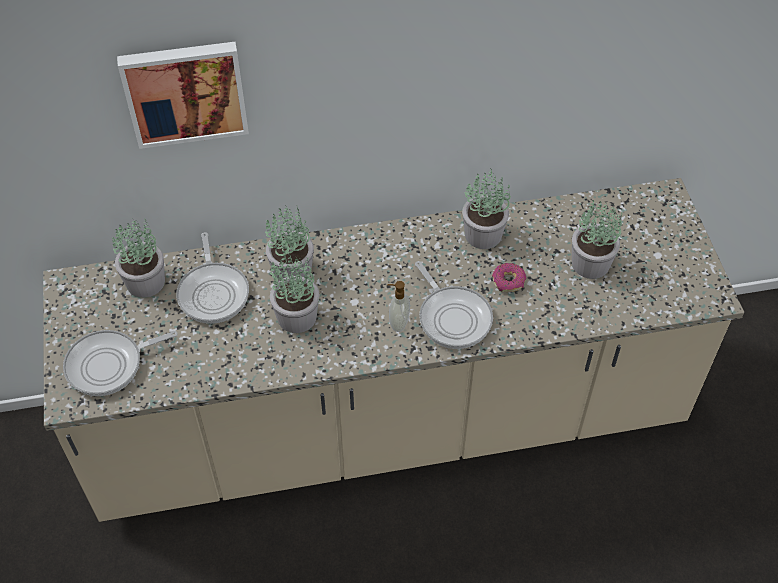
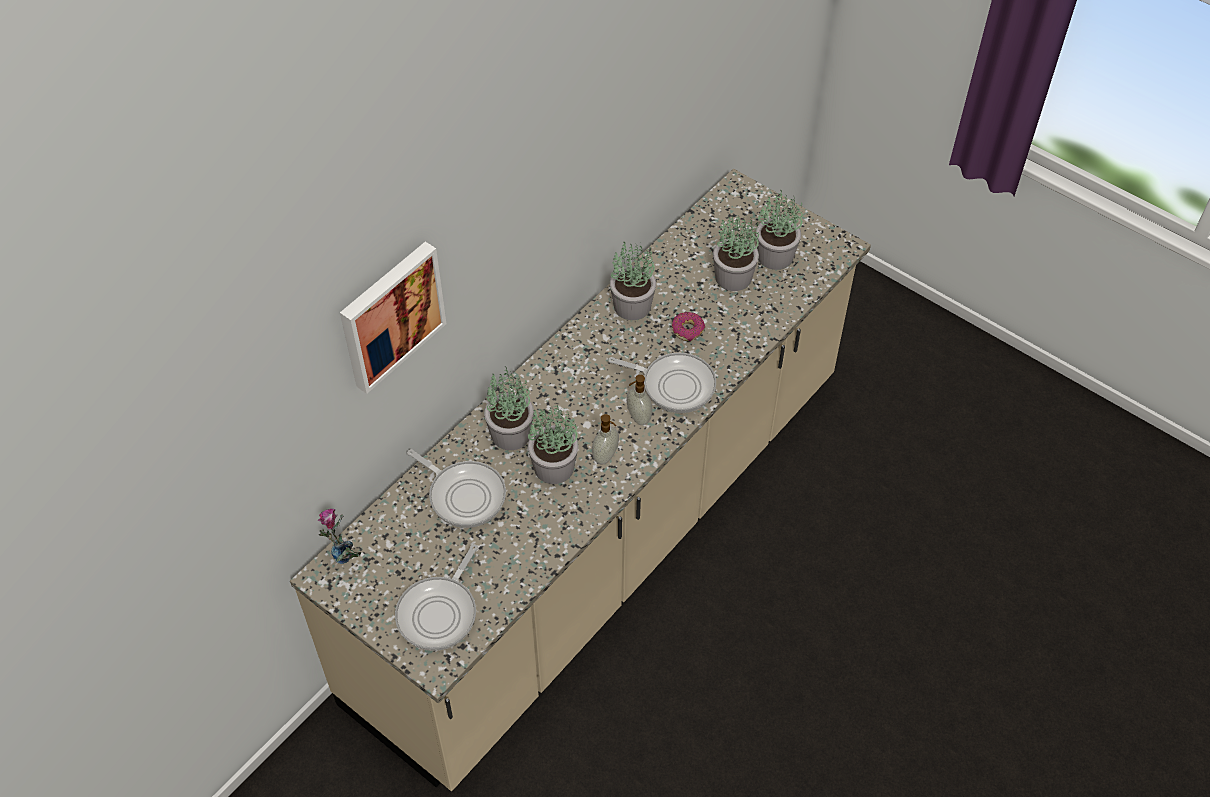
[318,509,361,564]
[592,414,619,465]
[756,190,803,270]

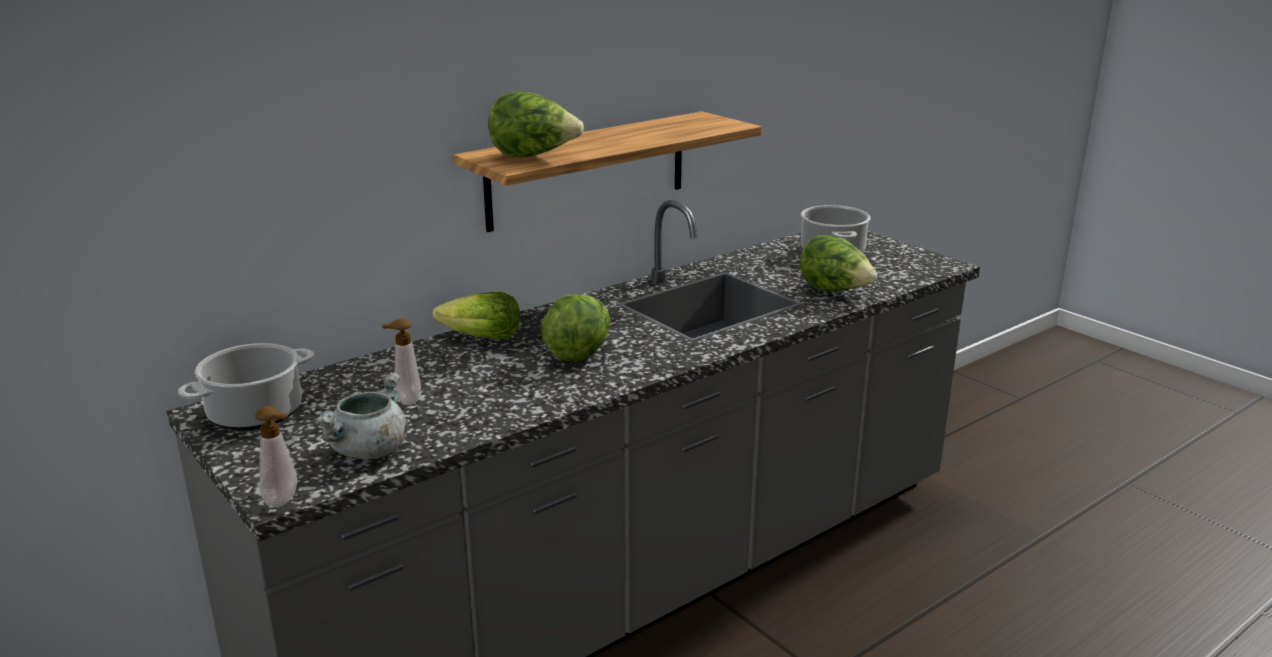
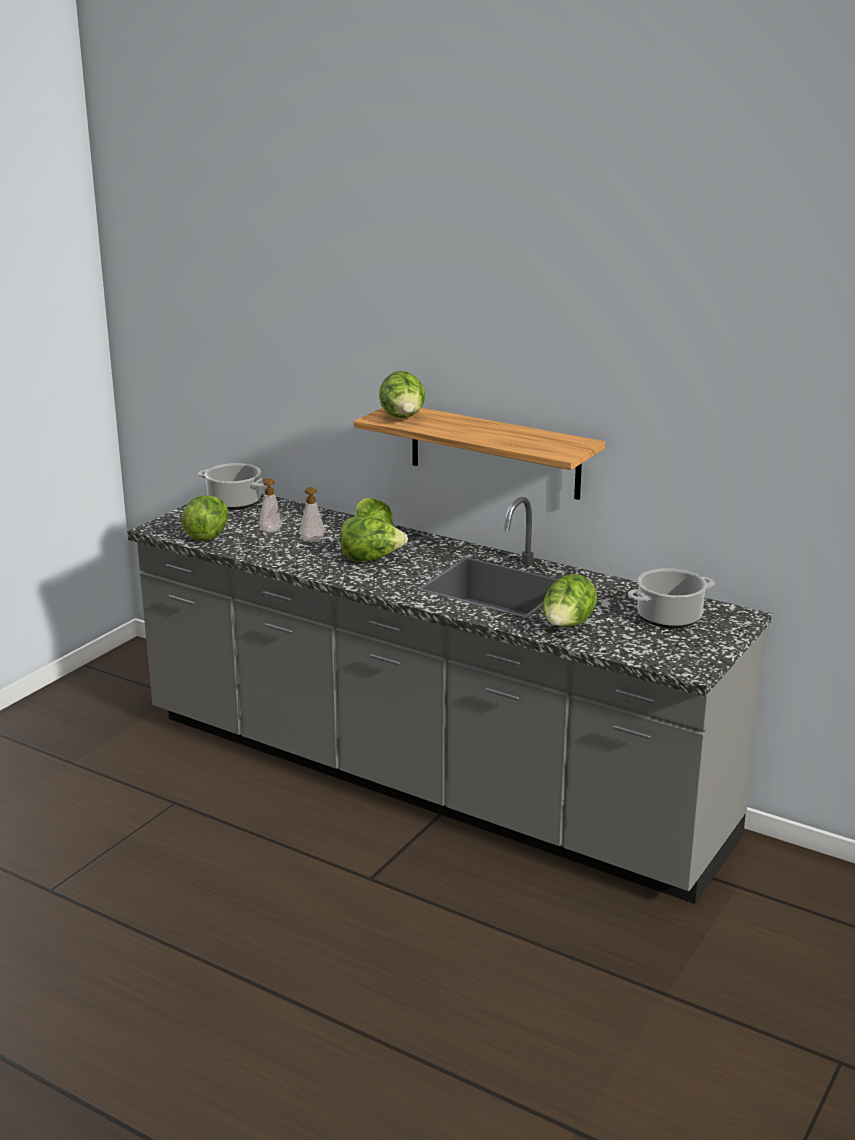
[300,487,325,542]
[181,495,229,541]

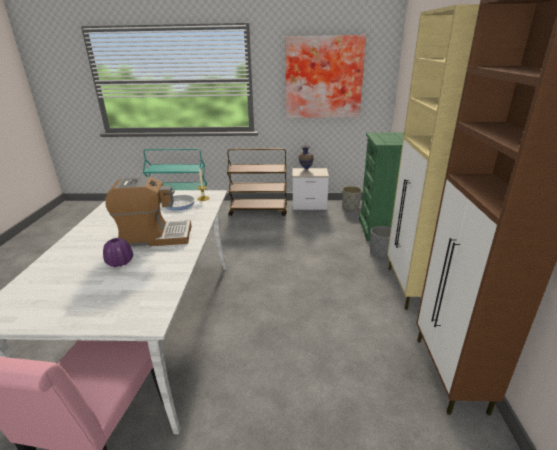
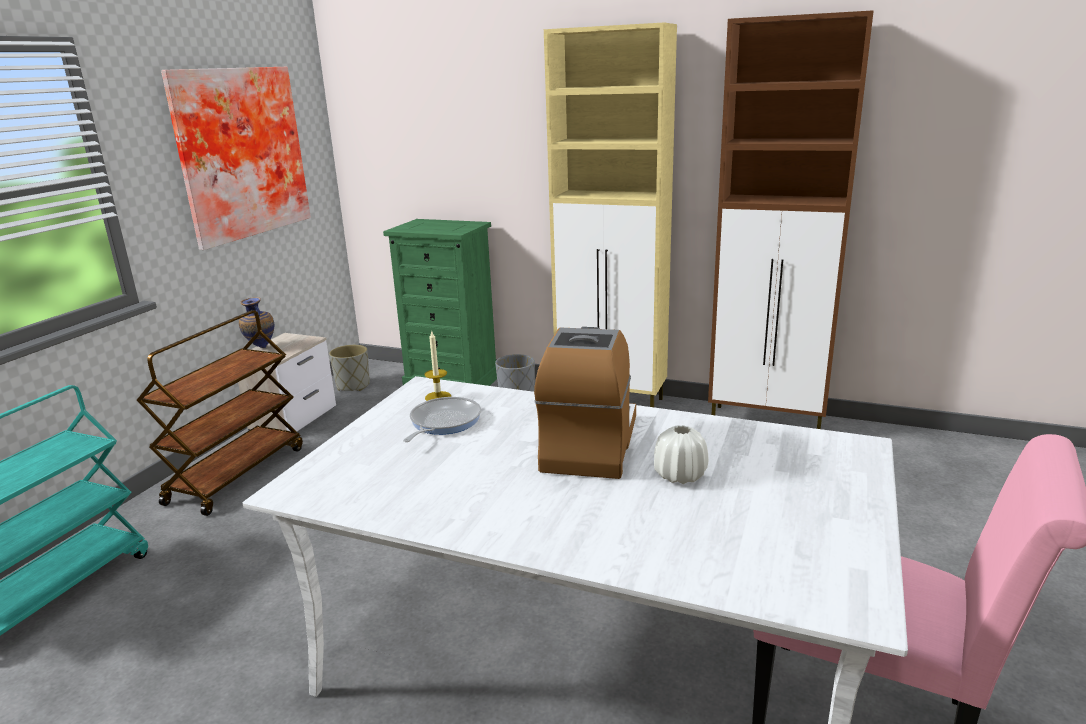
[654,425,709,484]

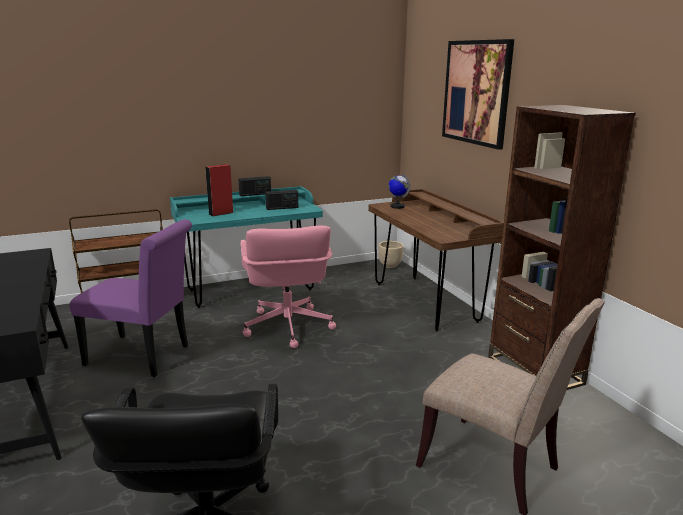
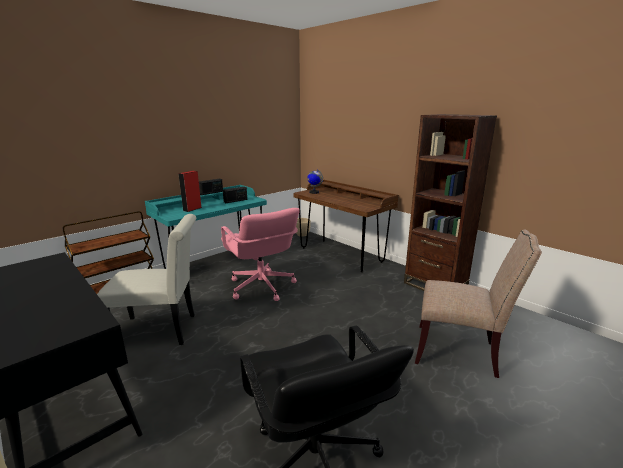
[442,39,514,150] (first image)
[97,214,196,345]

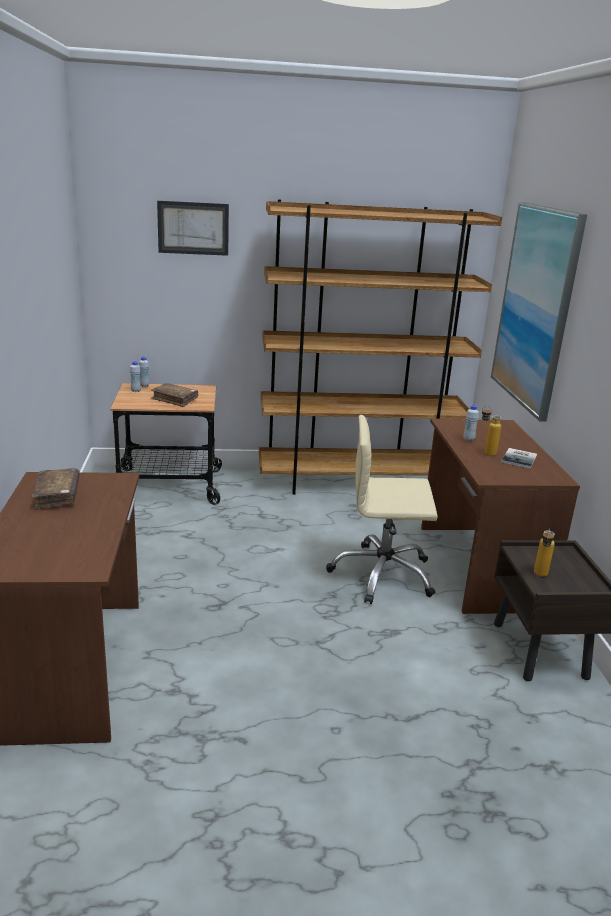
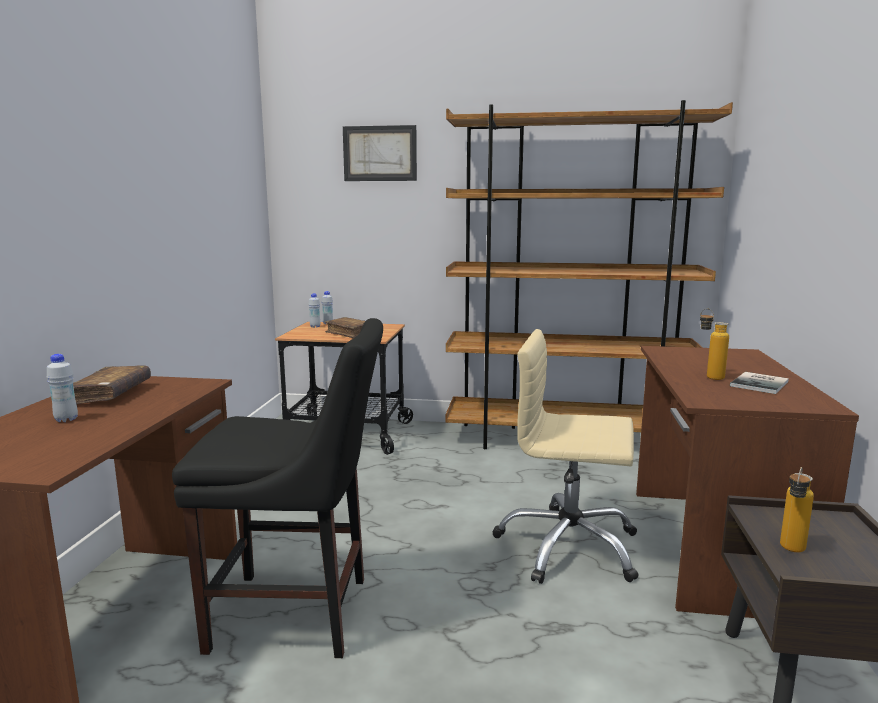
[491,202,587,422] (first image)
[172,318,383,658]
[47,354,78,422]

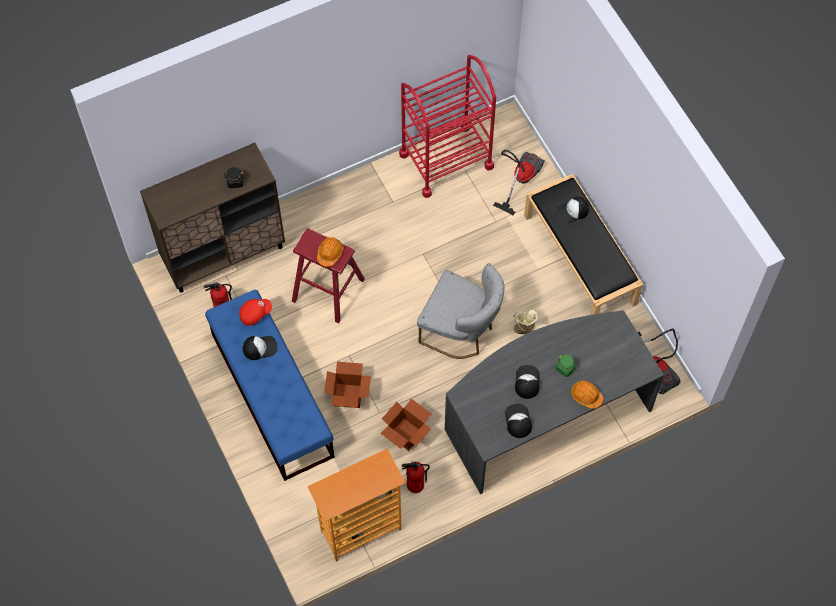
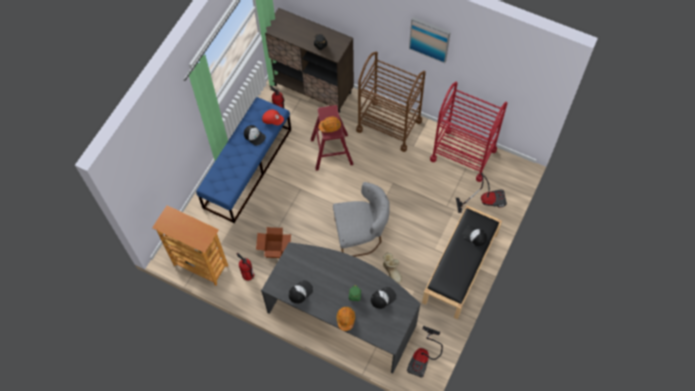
[324,362,371,408] (first image)
[356,51,426,152]
[409,17,451,63]
[371,287,396,309]
[333,182,390,257]

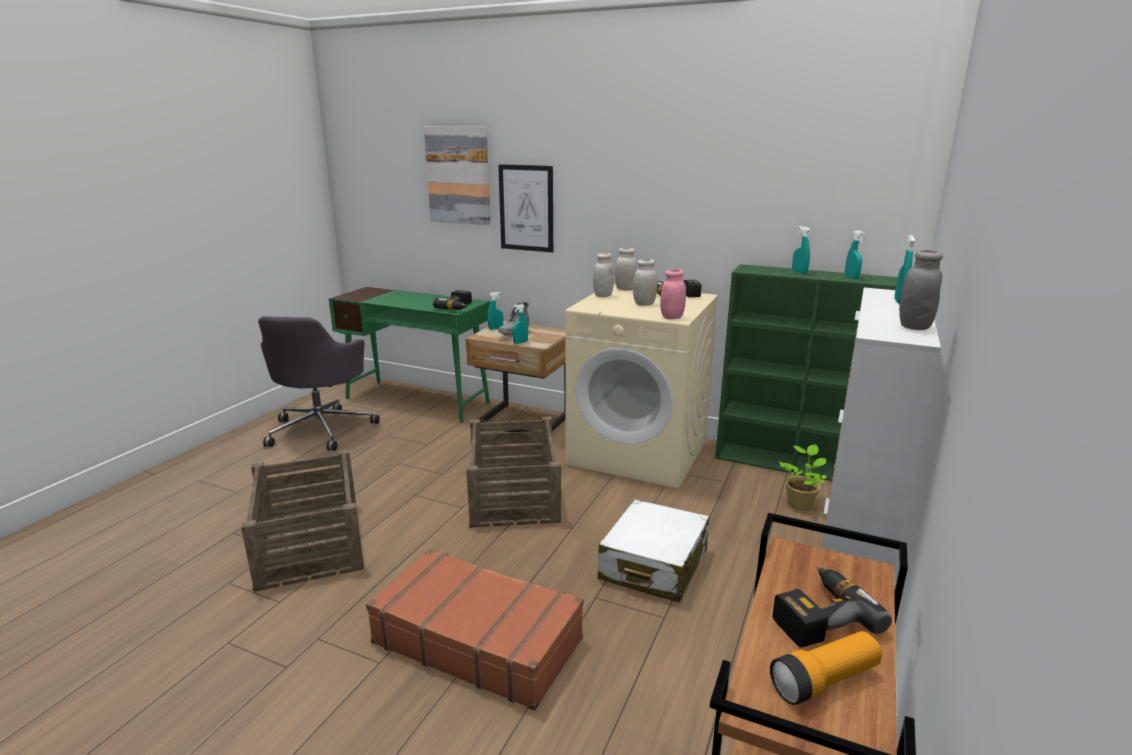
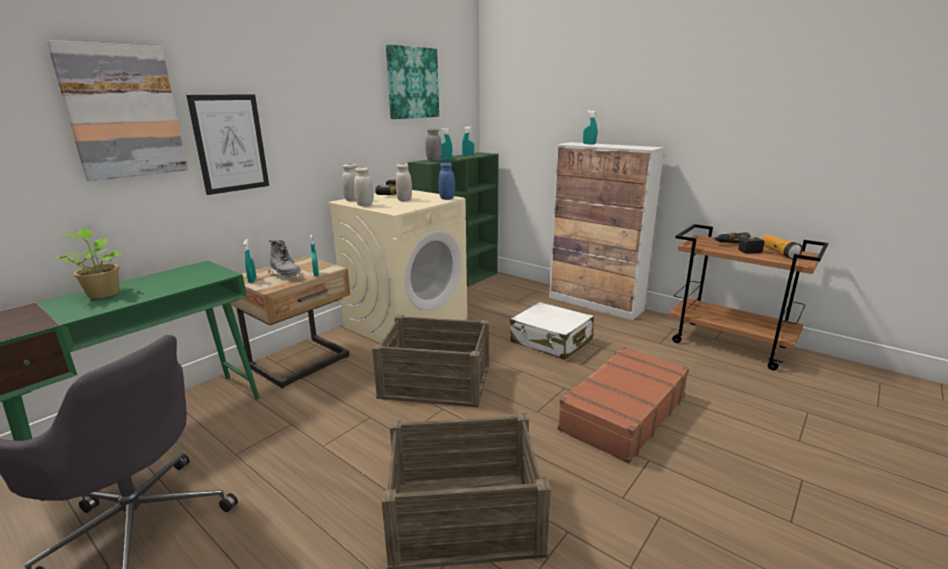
[433,290,472,310] (first image)
[386,44,439,119]
[54,228,122,299]
[425,129,442,161]
[439,162,455,200]

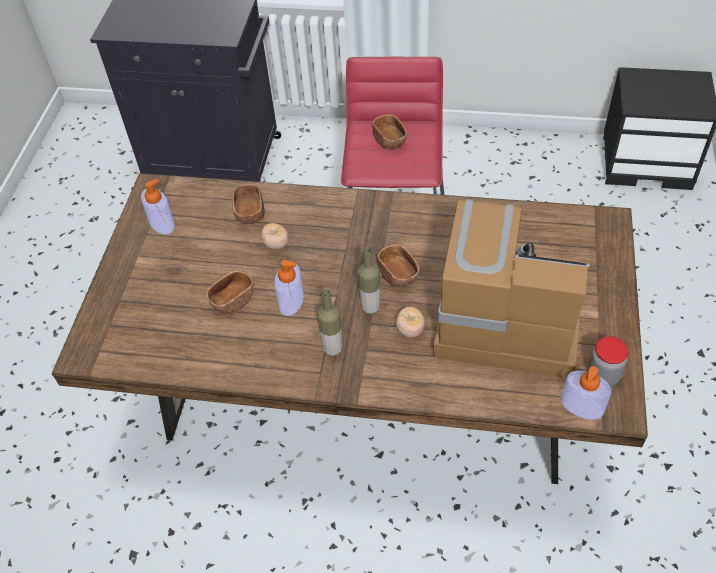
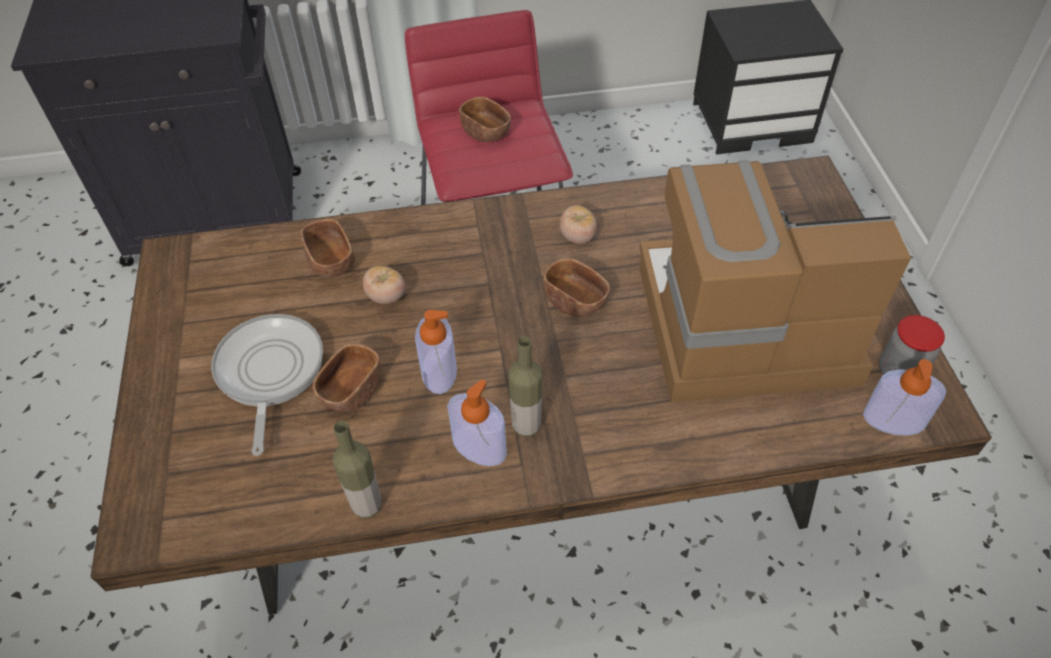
[211,314,323,456]
[447,379,507,466]
[333,421,381,518]
[560,205,597,244]

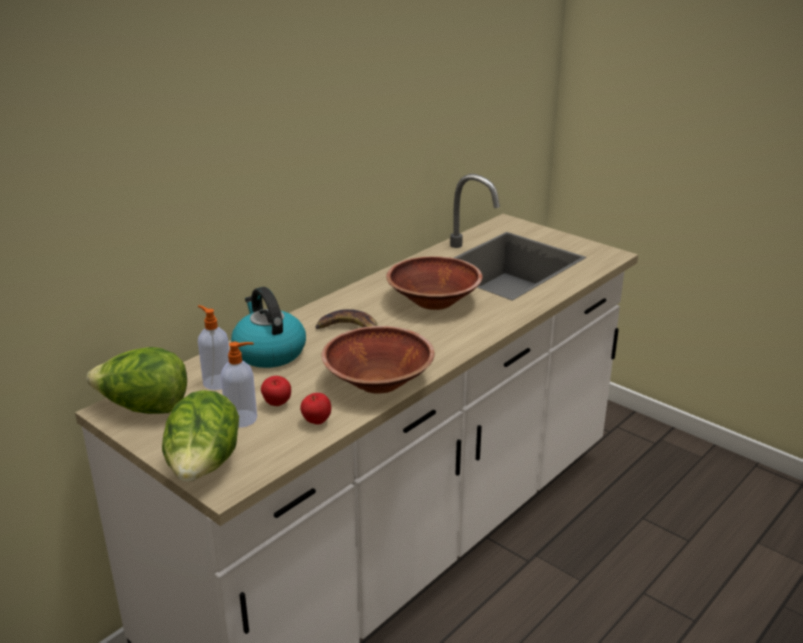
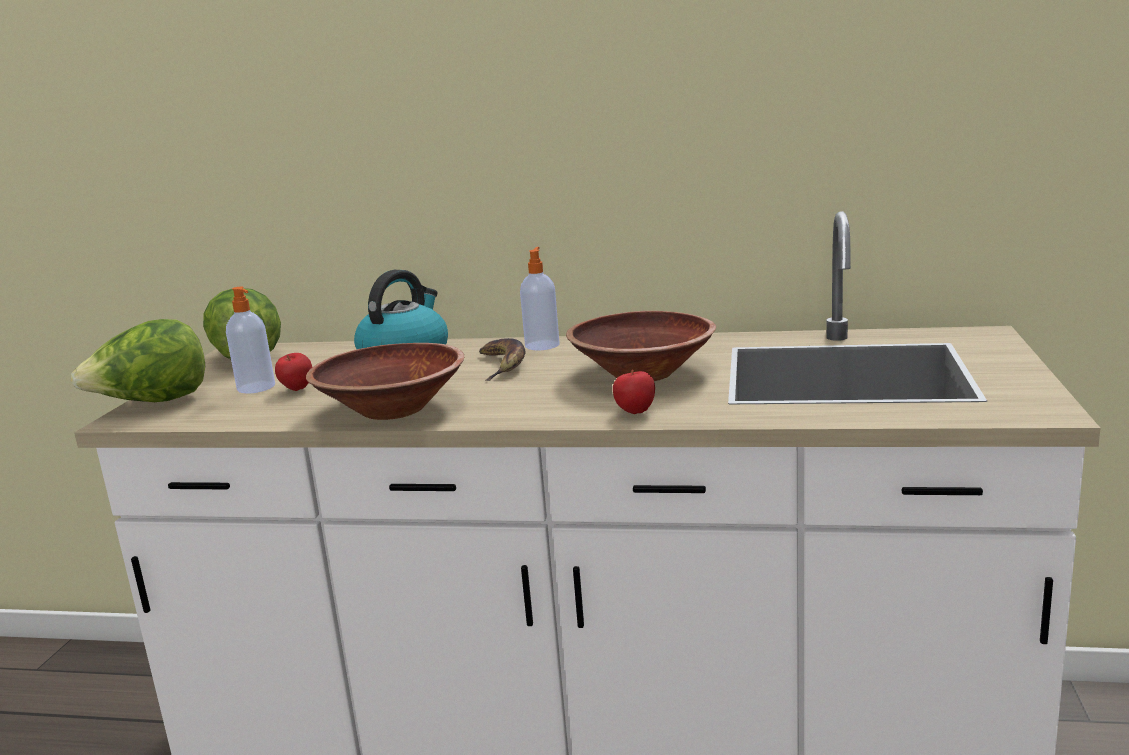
[520,247,560,351]
[613,370,655,414]

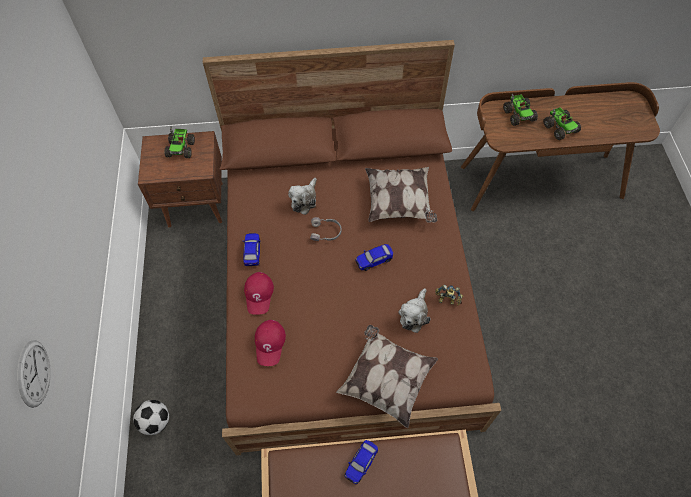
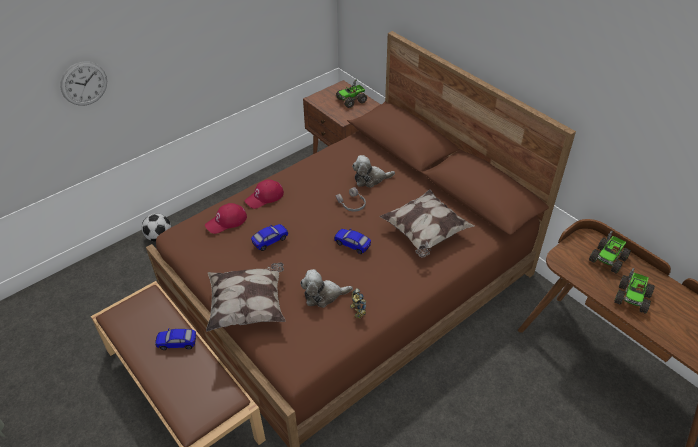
[251,224,288,251]

